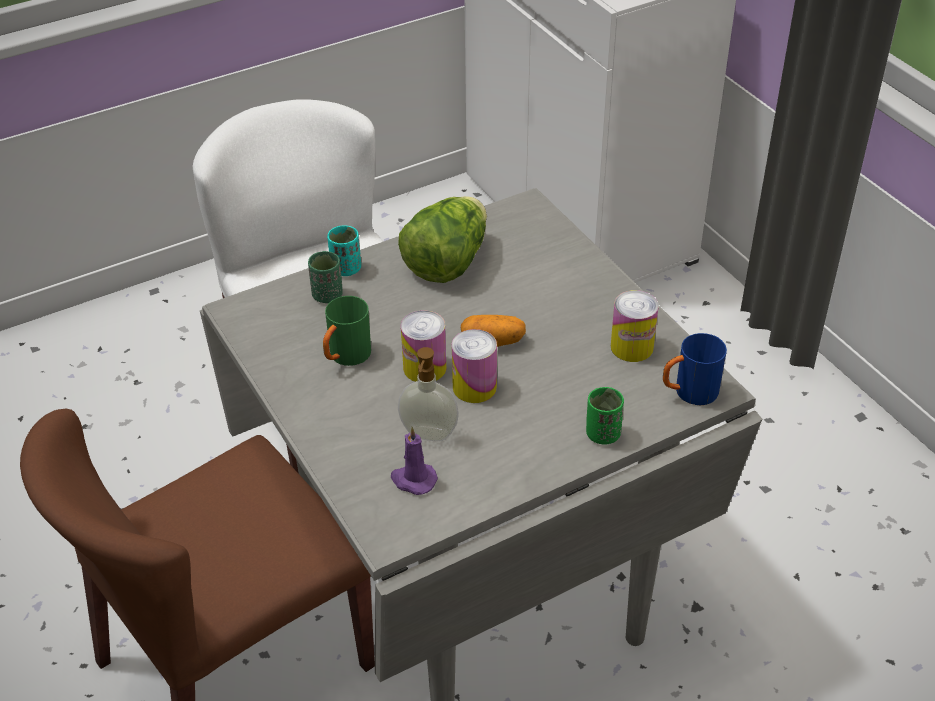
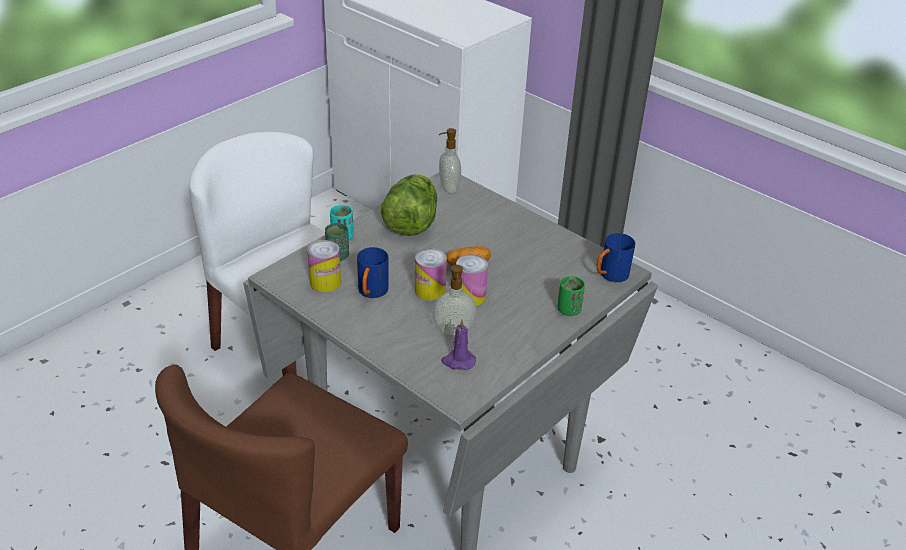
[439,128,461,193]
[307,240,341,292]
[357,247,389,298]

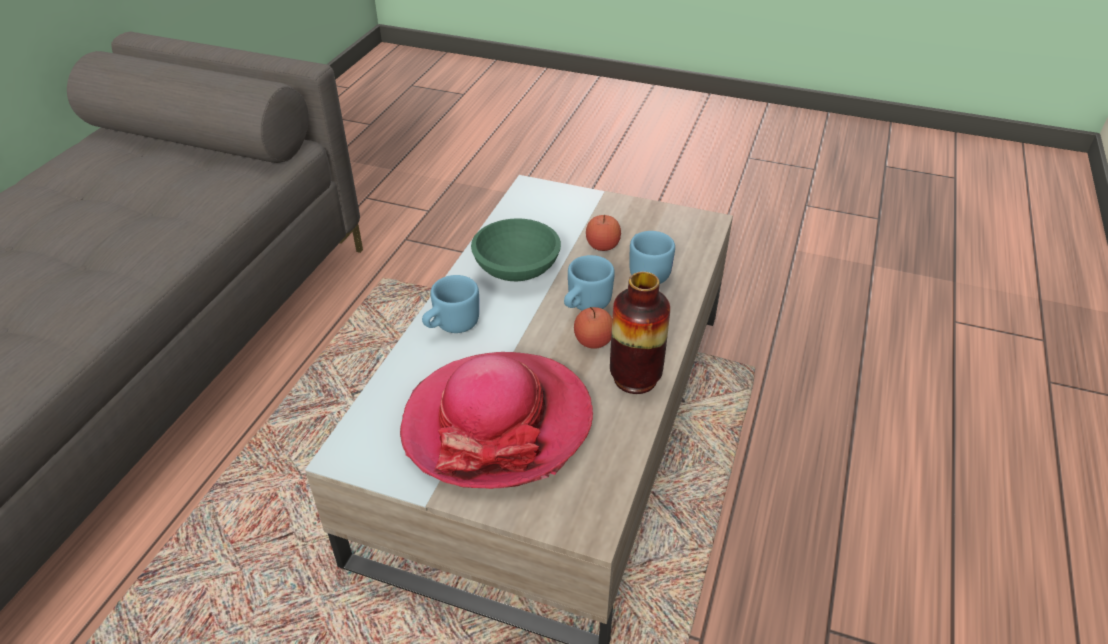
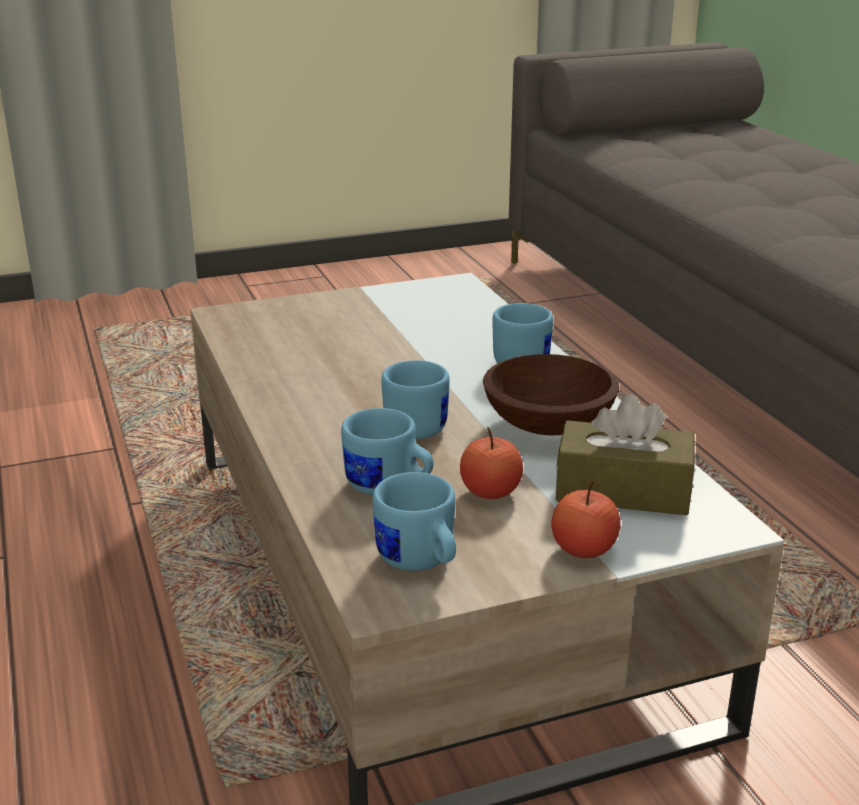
[400,352,593,489] (first image)
[610,272,670,394] (first image)
[373,472,456,571]
[556,394,694,515]
[551,481,620,558]
[483,354,619,436]

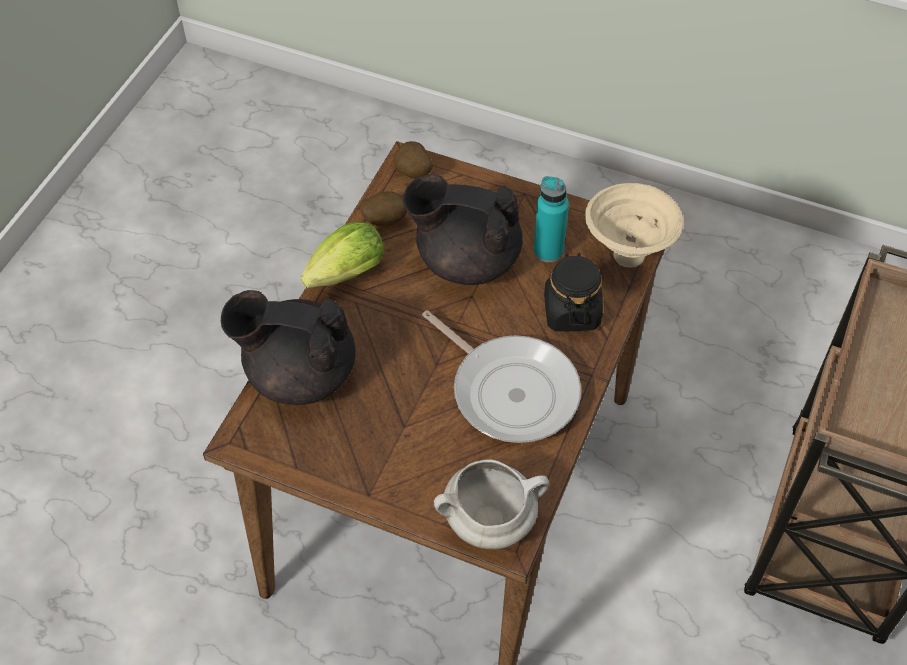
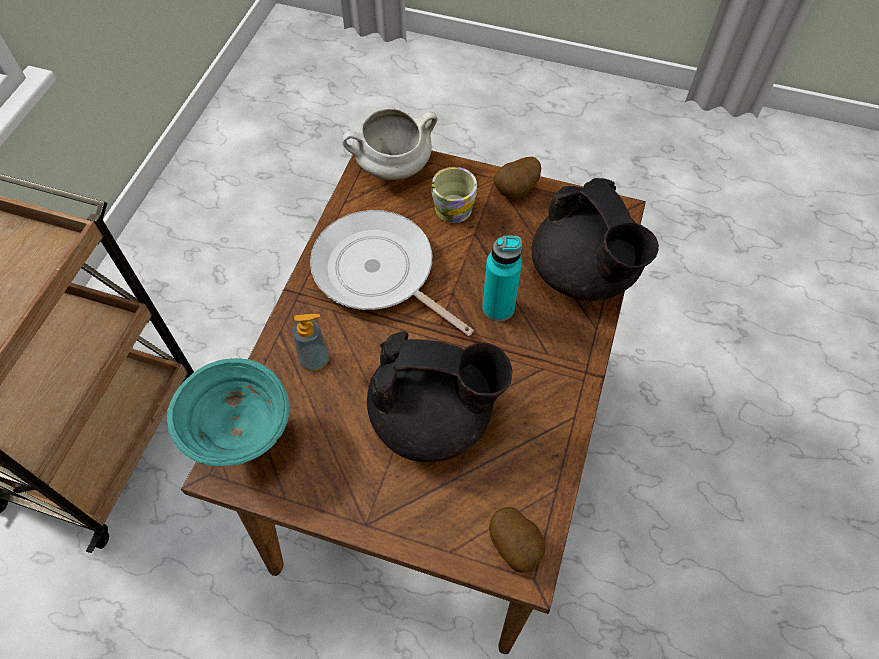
[301,222,384,288] (first image)
[431,167,477,223]
[494,157,541,199]
[482,236,522,321]
[292,314,330,371]
[167,358,289,466]
[532,178,659,301]

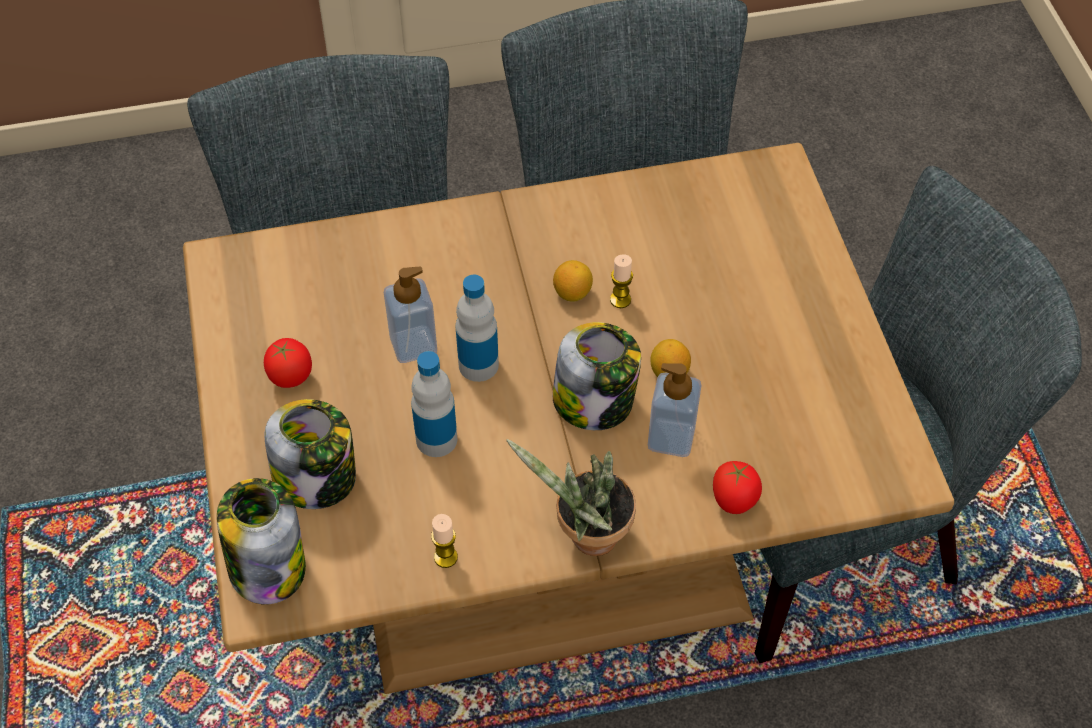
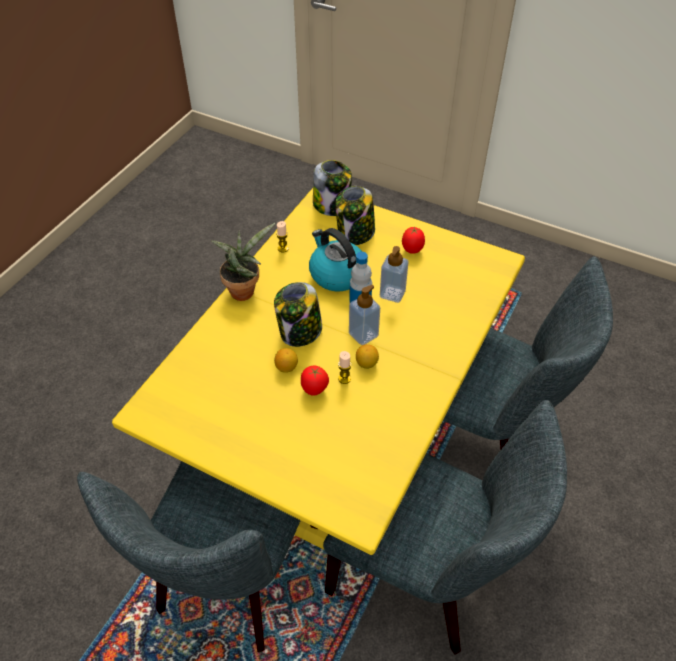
[349,285,380,345]
[301,366,329,396]
[309,228,362,291]
[112,188,525,555]

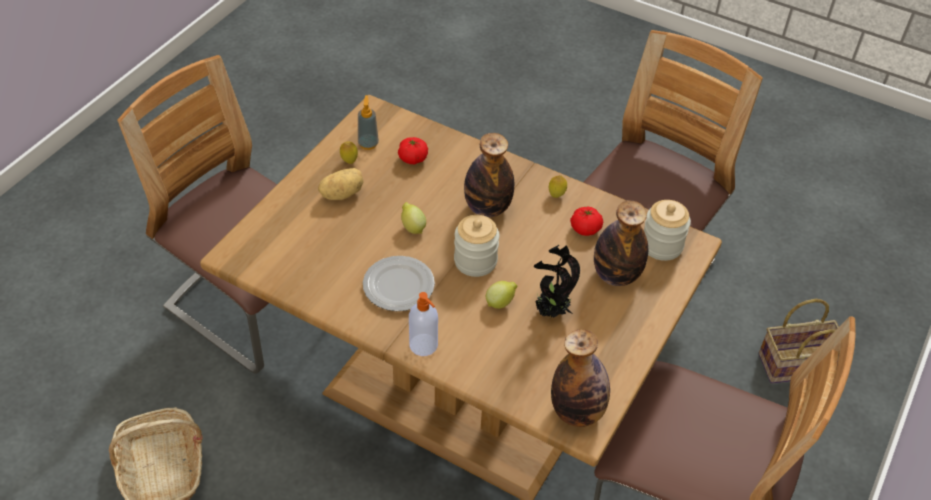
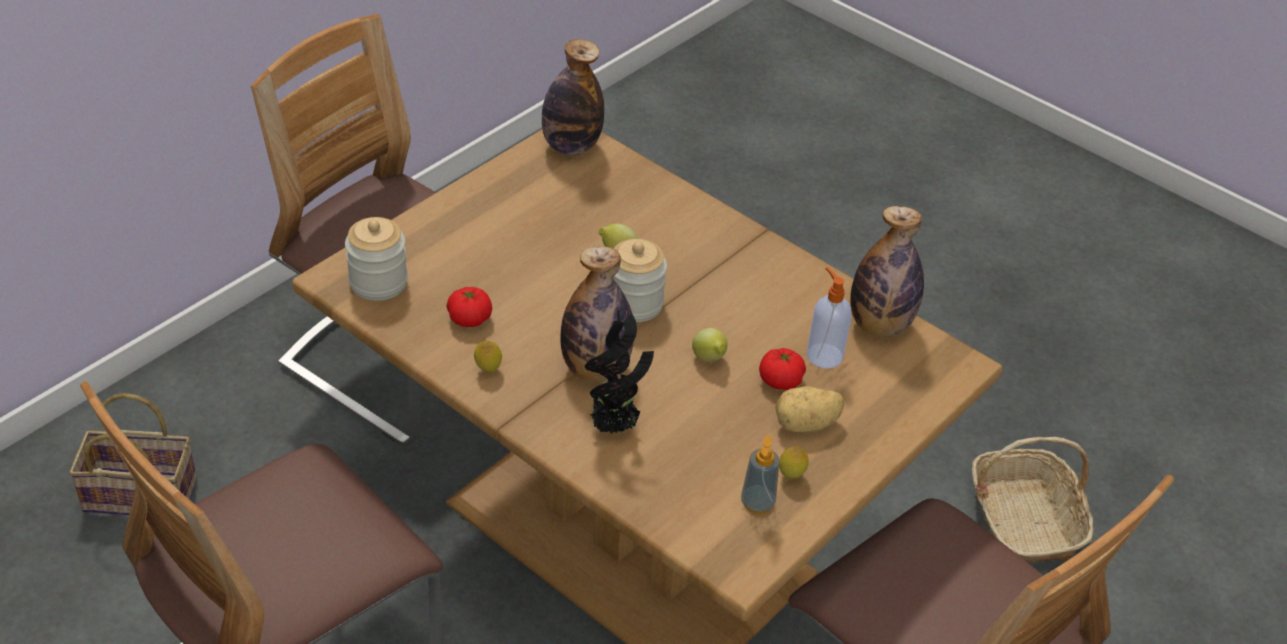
[363,256,435,311] (first image)
[759,348,806,390]
[807,267,852,369]
[585,310,654,433]
[850,206,924,336]

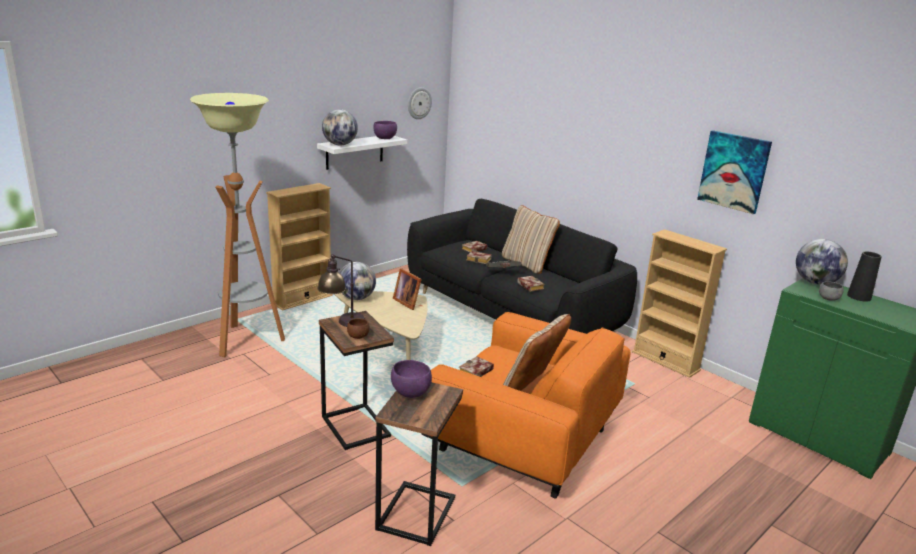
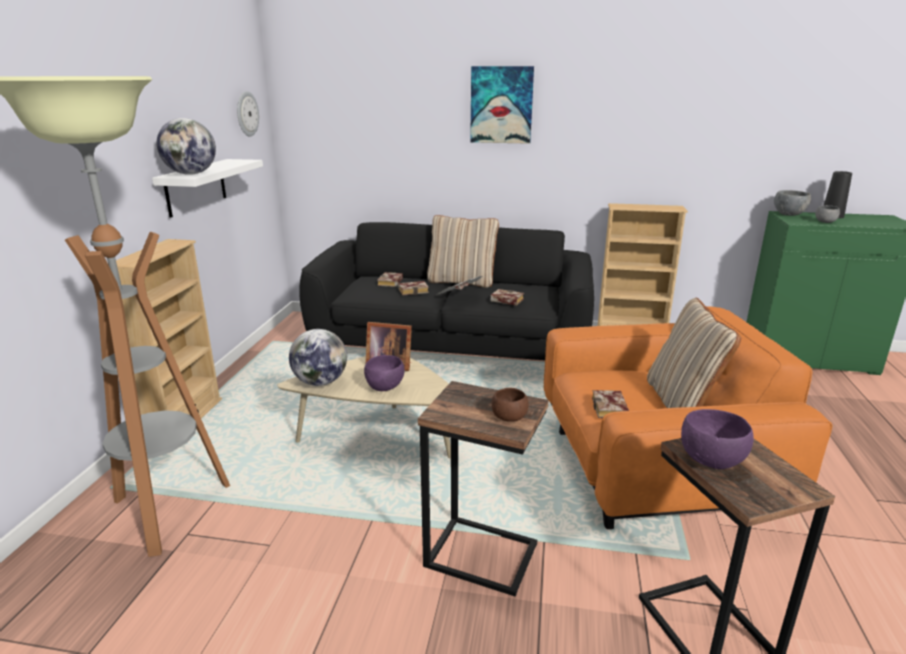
[317,254,365,327] (first image)
[364,355,405,391]
[470,66,534,144]
[774,190,811,216]

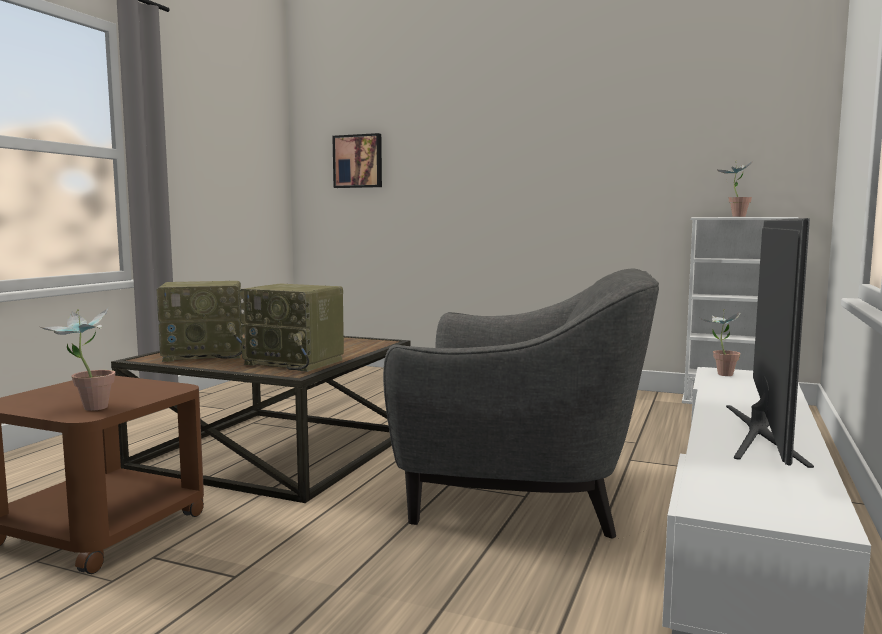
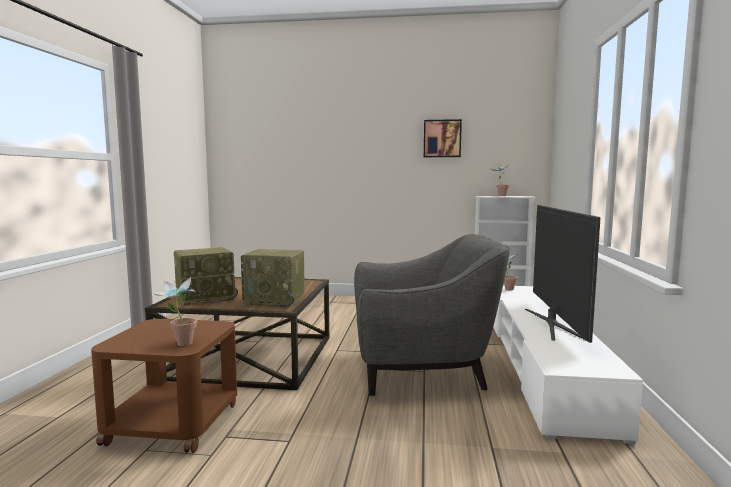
[424,119,462,157]

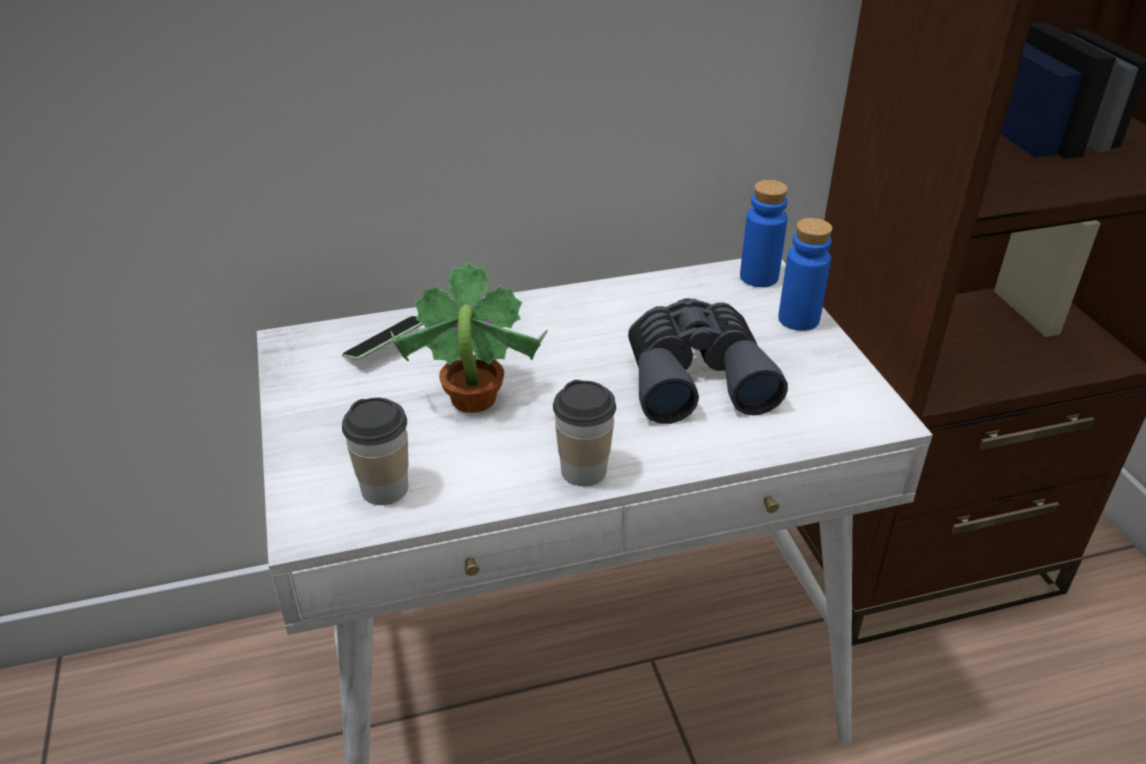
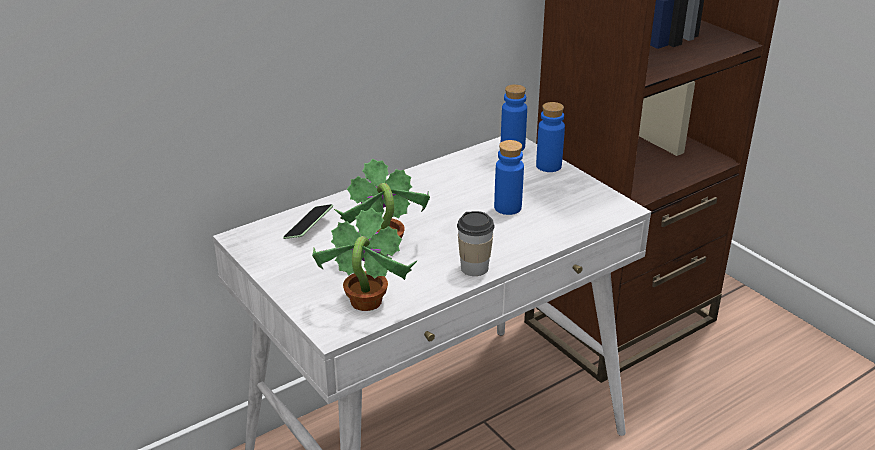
[312,208,418,311]
[494,140,524,215]

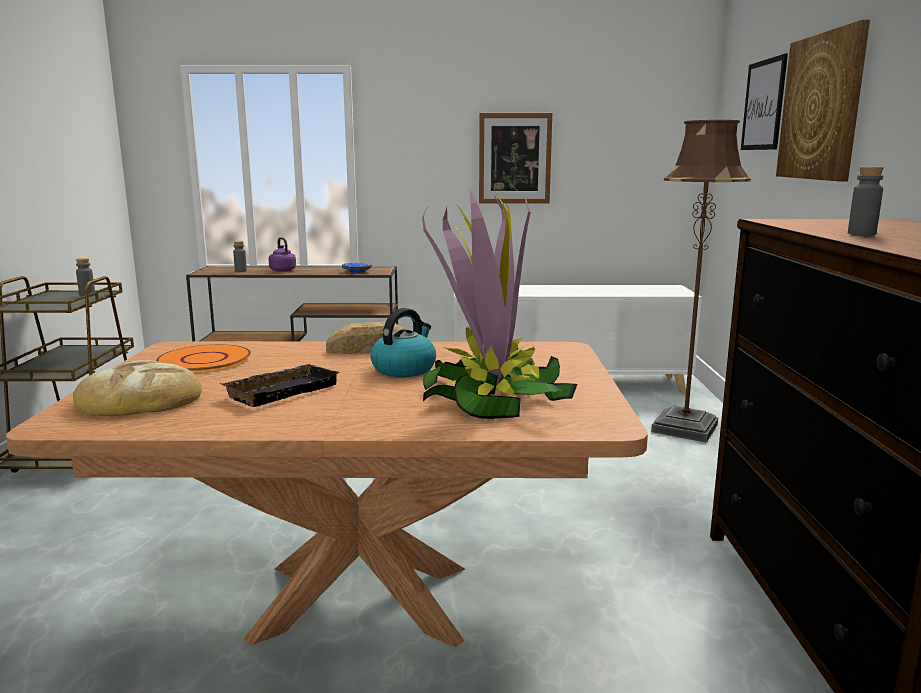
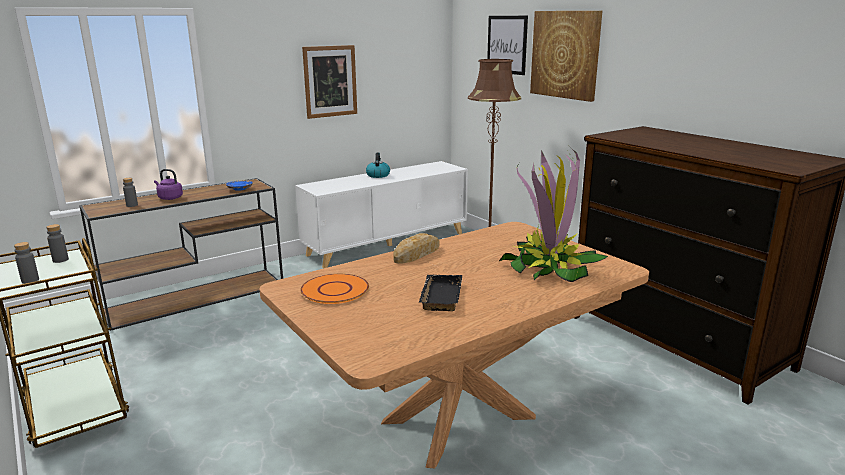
[73,360,202,416] (first image)
[366,152,390,178]
[14,242,39,284]

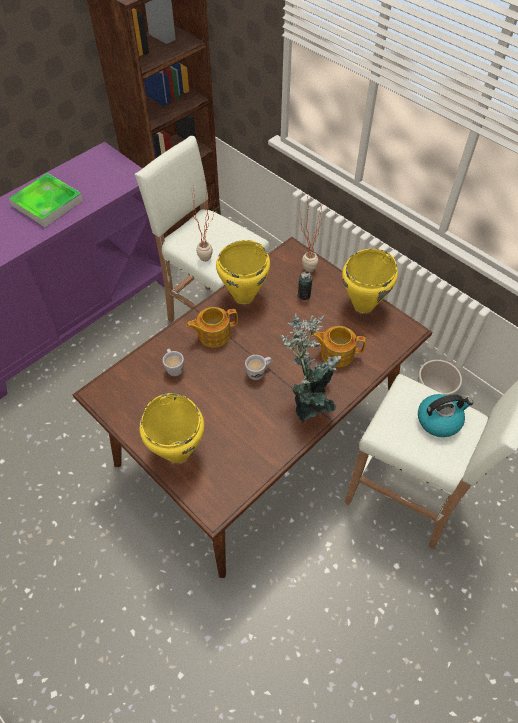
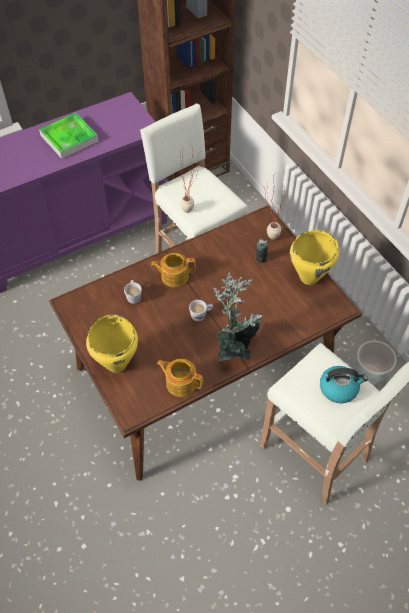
[216,240,270,304] (first image)
[157,359,203,397]

